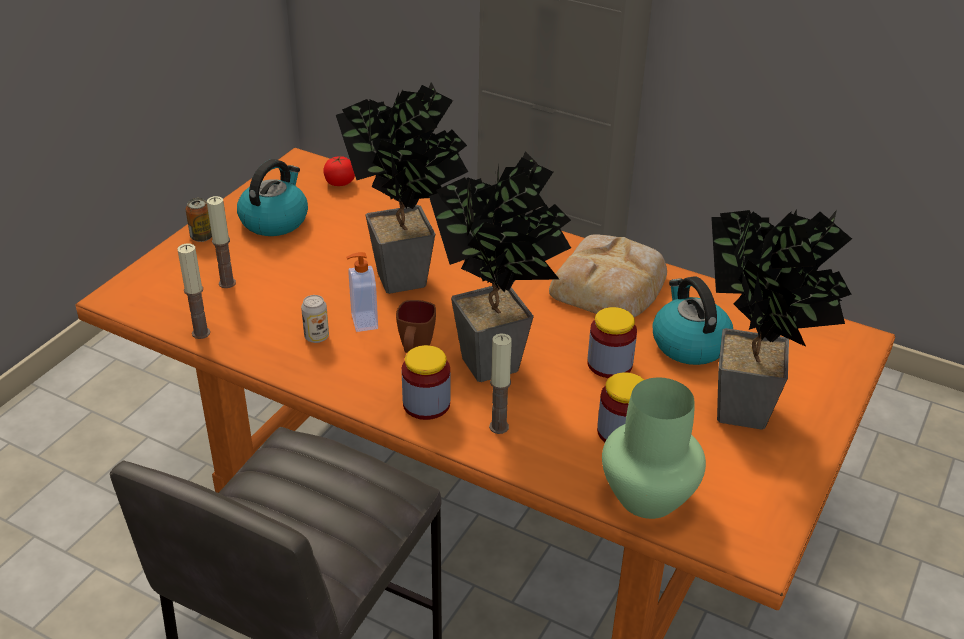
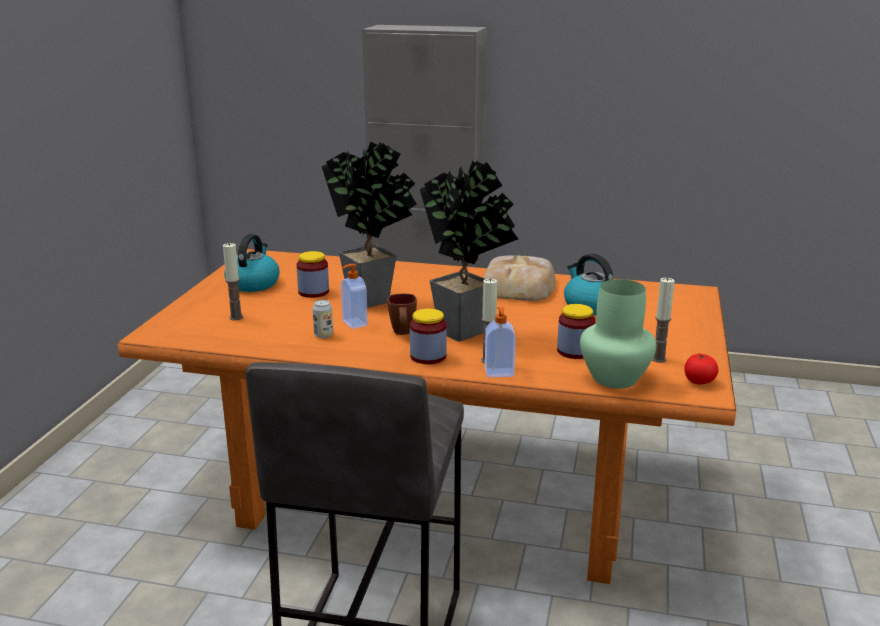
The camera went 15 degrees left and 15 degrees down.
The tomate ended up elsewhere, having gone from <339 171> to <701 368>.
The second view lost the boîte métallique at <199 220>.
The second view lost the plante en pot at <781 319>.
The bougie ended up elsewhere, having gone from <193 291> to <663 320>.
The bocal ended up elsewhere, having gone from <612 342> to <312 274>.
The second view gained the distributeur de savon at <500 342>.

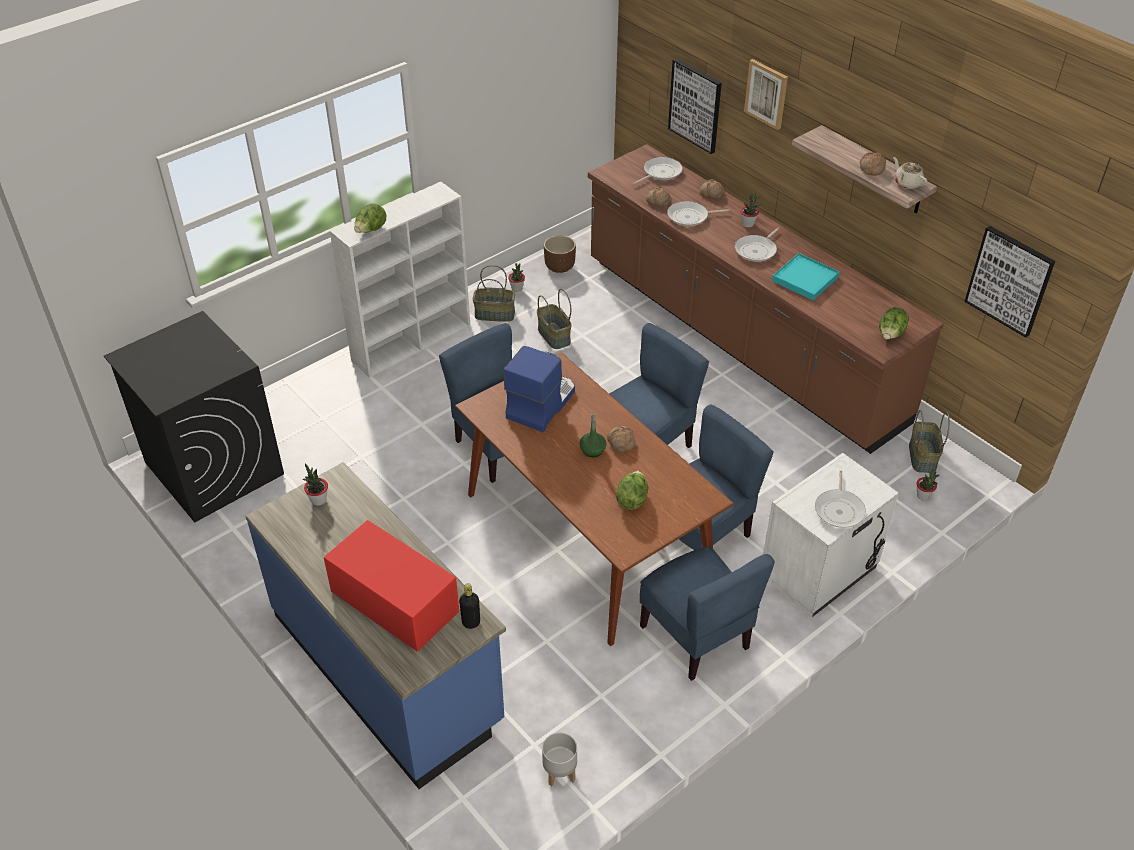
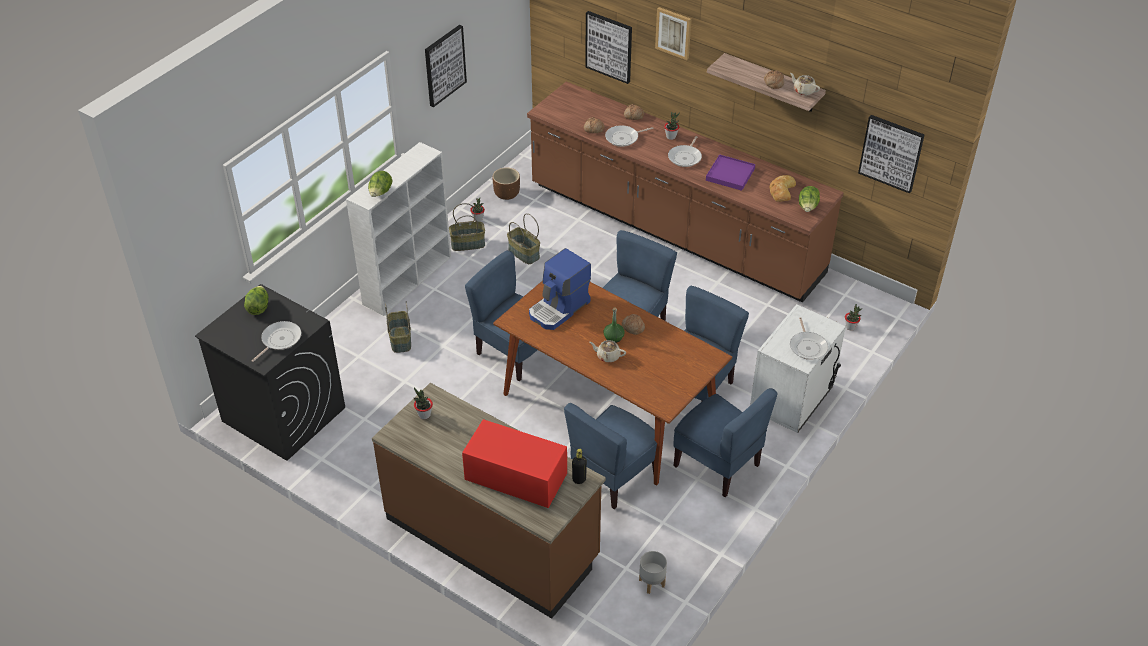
The camera went 15 degrees left and 0 degrees up.
The poêle ended up elsewhere, having gone from <658 171> to <276 341>.
What was the plateau/turquoise at <806 276> turned into the plateau/violet at <730 172>.
The machine à café at <539 389> ended up facing another way, 150 degrees counterclockwise from before.
The panier ended up elsewhere, having gone from <929 441> to <398 327>.
What was the comptoir de cuisine/bleu at <375 625> turned into the comptoir de cuisine/marron at <489 501>.
The laitue ended up elsewhere, having gone from <632 490> to <256 300>.
The second view gained the tableau at <446 66>.
The second view gained the pain at <783 188>.
The second view gained the théière/beige at <607 351>.
The second view gained the chaise/bleu at <610 456>.

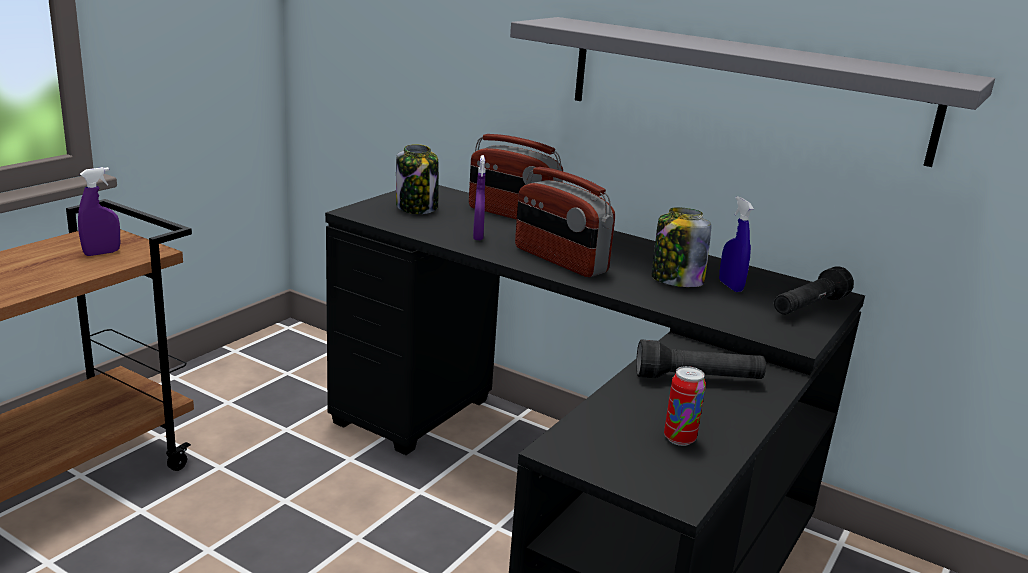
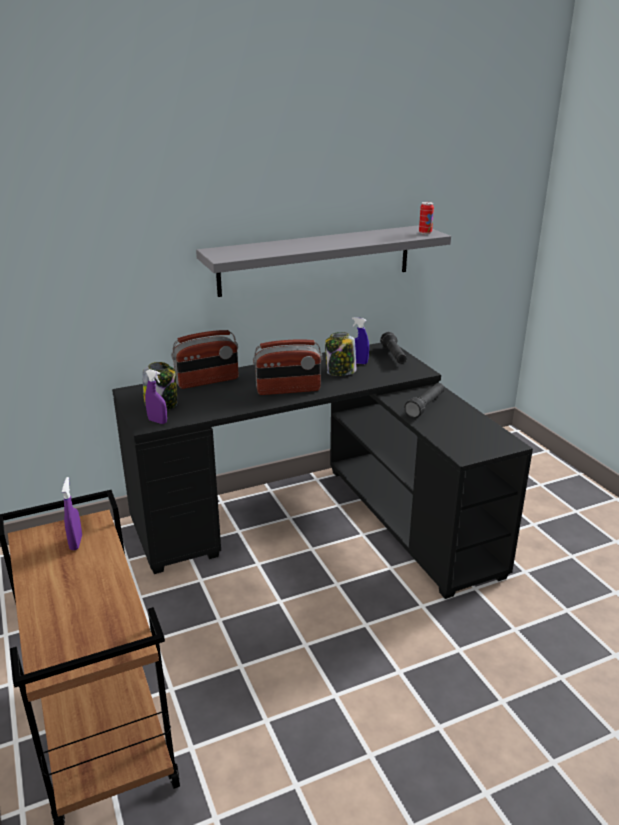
The camera went 55 degrees left and 5 degrees up.
The vaporisateur/violet ended up elsewhere, having gone from <479 197> to <156 396>.
The boîte métallique ended up elsewhere, having gone from <685 406> to <426 218>.

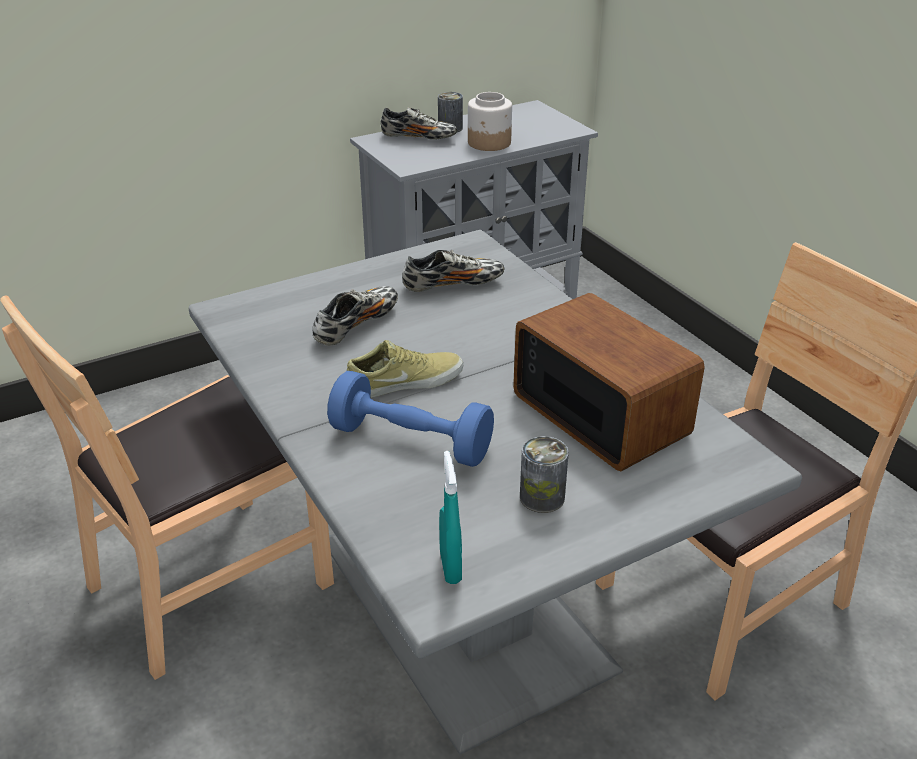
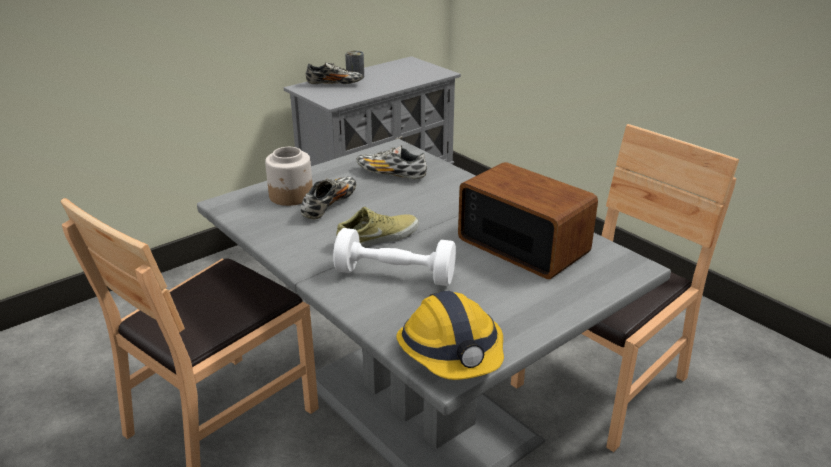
The camera went 10 degrees left and 5 degrees down.
The bocal ended up elsewhere, having gone from <490 121> to <289 176>.
The chaussure at <453 270> ended up facing another way, 135 degrees counterclockwise from before.
What was the haltère/bleu at <410 419> turned into the haltère/blanc at <394 257>.
The second view lost the boîte métallique at <544 474>.
Where the vaporisateur/turquoise stood at <450 517>, the casque de chantier came to stand at <450 335>.

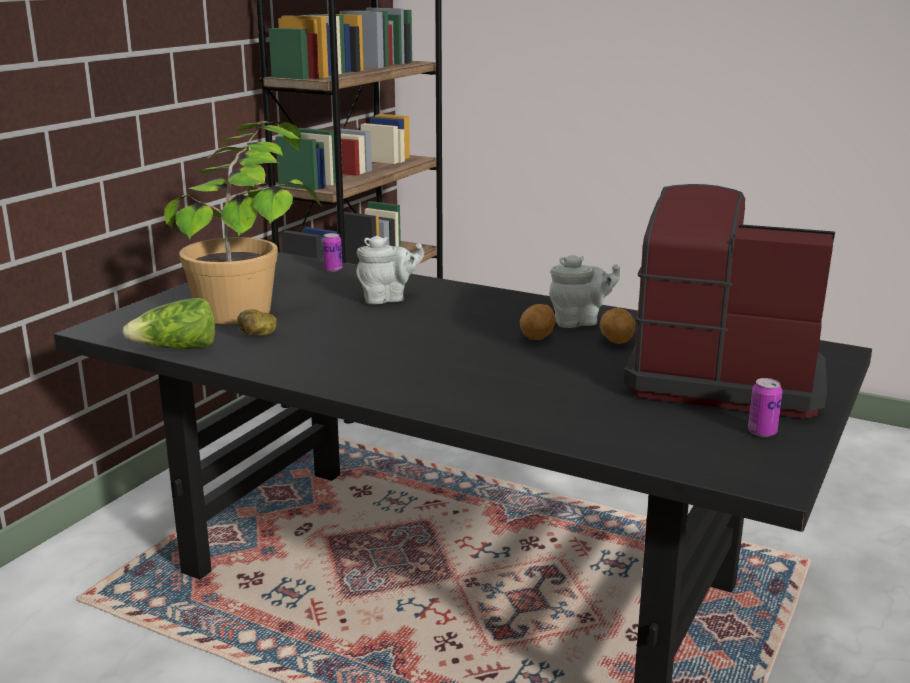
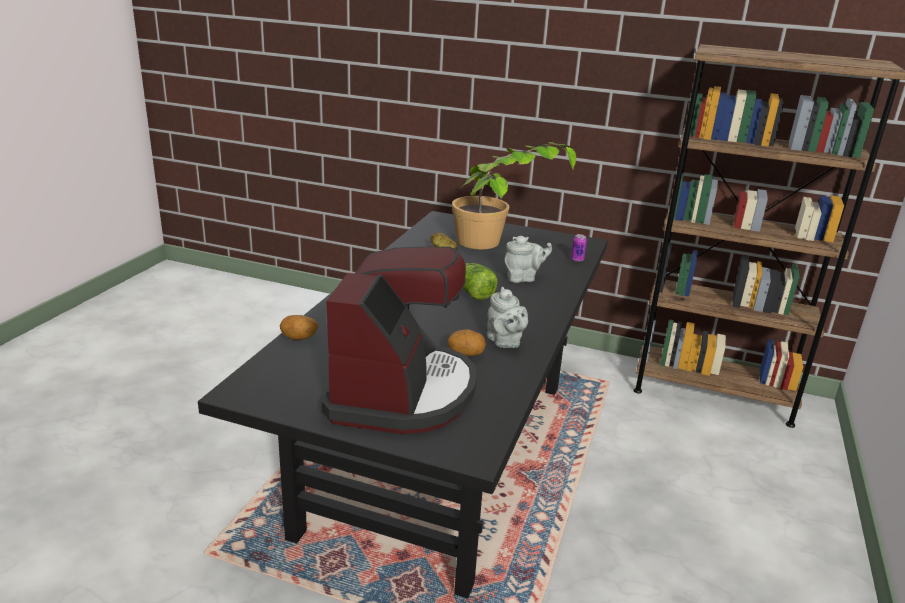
The camera went 80 degrees right and 5 degrees up.
The théière/gris at <390 270> ended up facing another way, 75 degrees counterclockwise from before.
The laitue ended up elsewhere, having gone from <168 323> to <480 281>.
The pomme de terre ended up elsewhere, having gone from <538 322> to <299 327>.
The second view lost the boîte métallique at <765 407>.

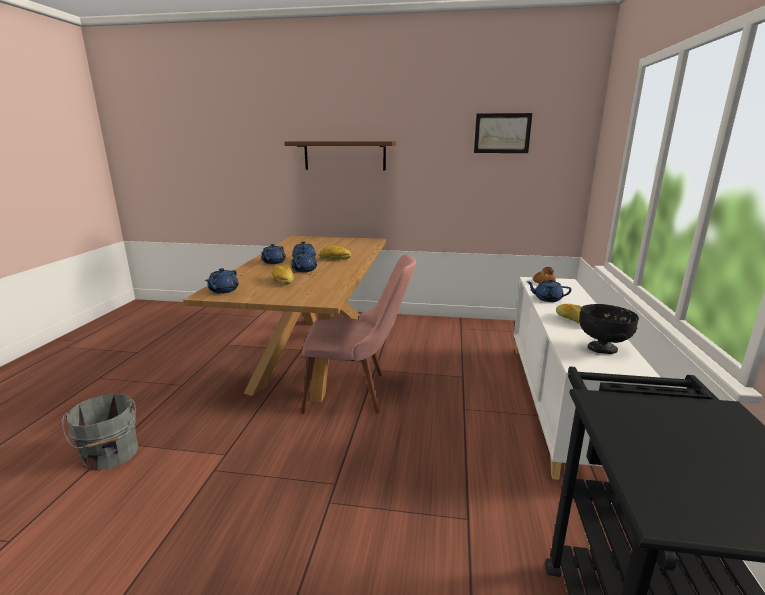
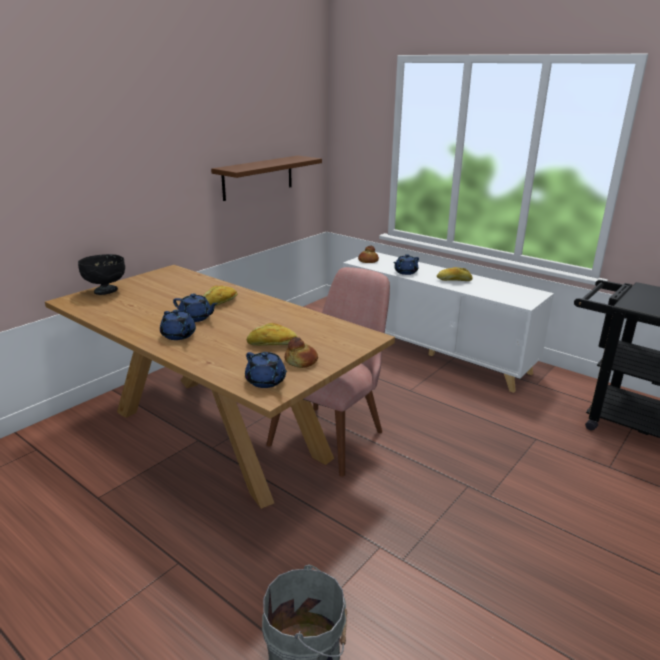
The camera went 60 degrees left and 5 degrees up.
The second view lost the tableau at <503 133>.
The étagère/marron ended up elsewhere, having gone from <340 155> to <266 178>.
The second view lost the théière/bleu at <304 261>.
The bol/noir ended up elsewhere, having gone from <609 329> to <101 274>.
The second view gained the pain at <301 352>.

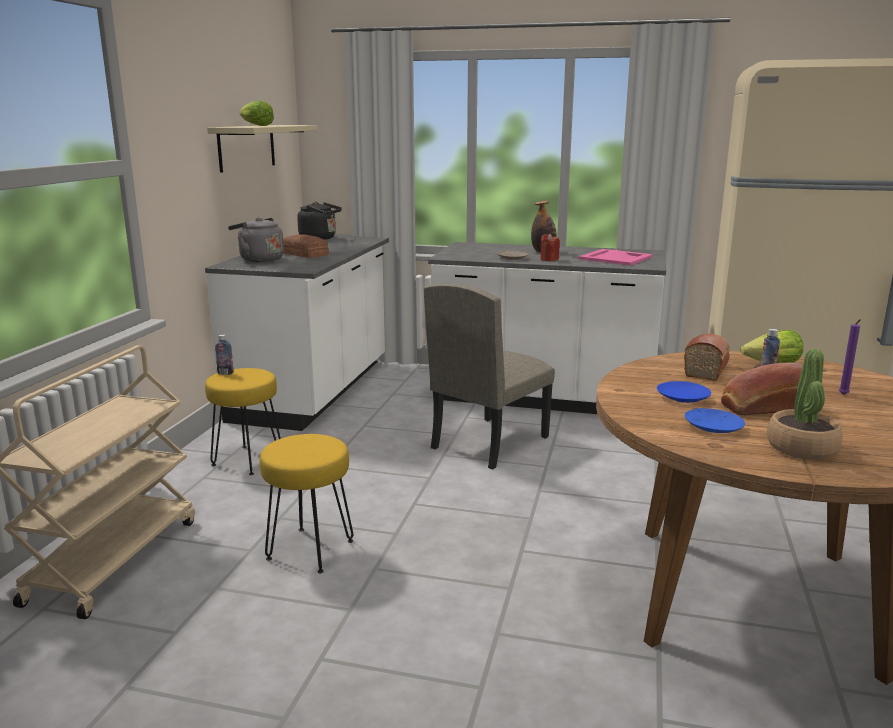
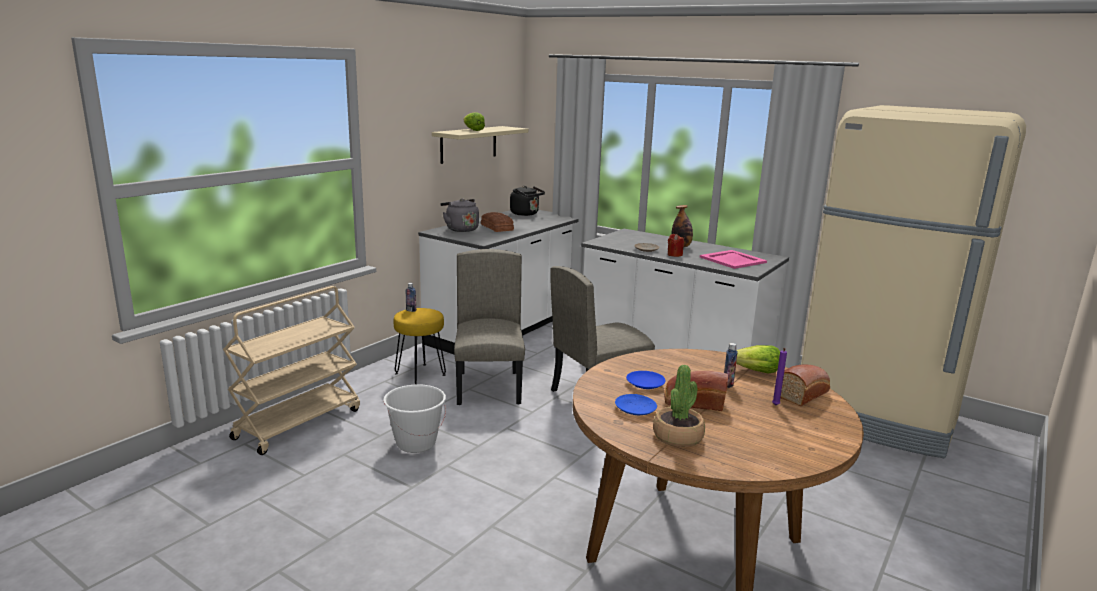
The camera went 20 degrees right and 0 degrees up.
The pain ended up elsewhere, having gone from <707 357> to <805 385>.
Where the tabouret/jaune stood at <306 503>, the seau/blanc came to stand at <414 418>.
The second view gained the chaise/beige at <489 327>.

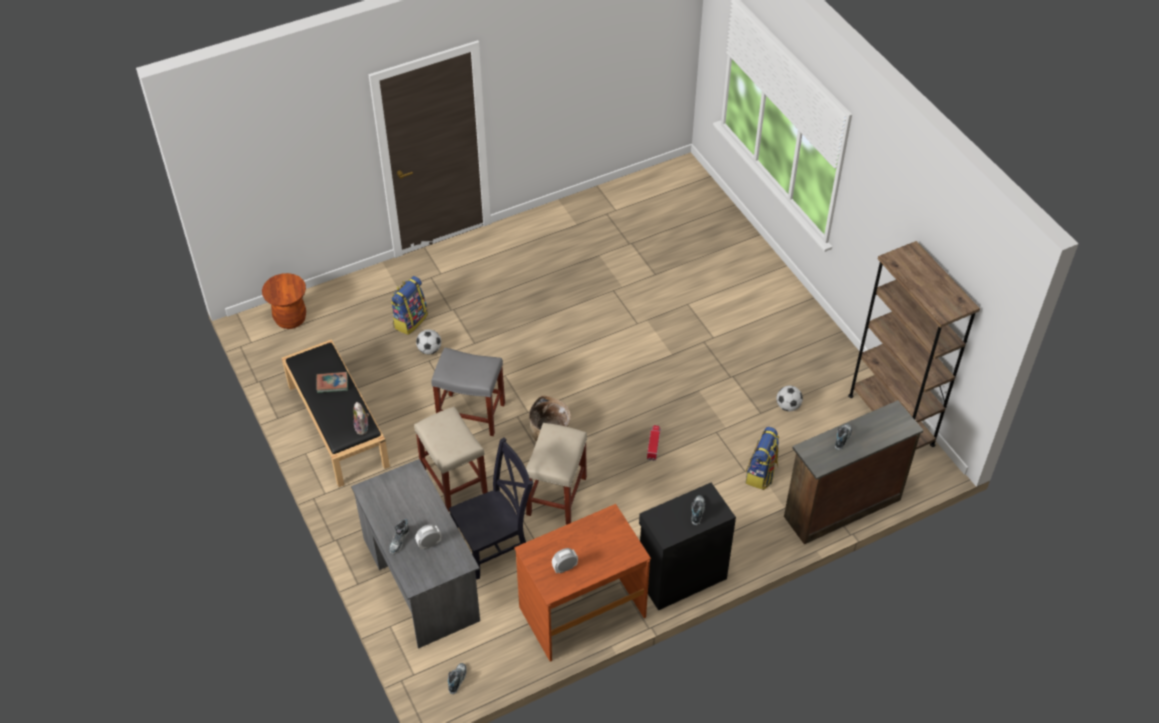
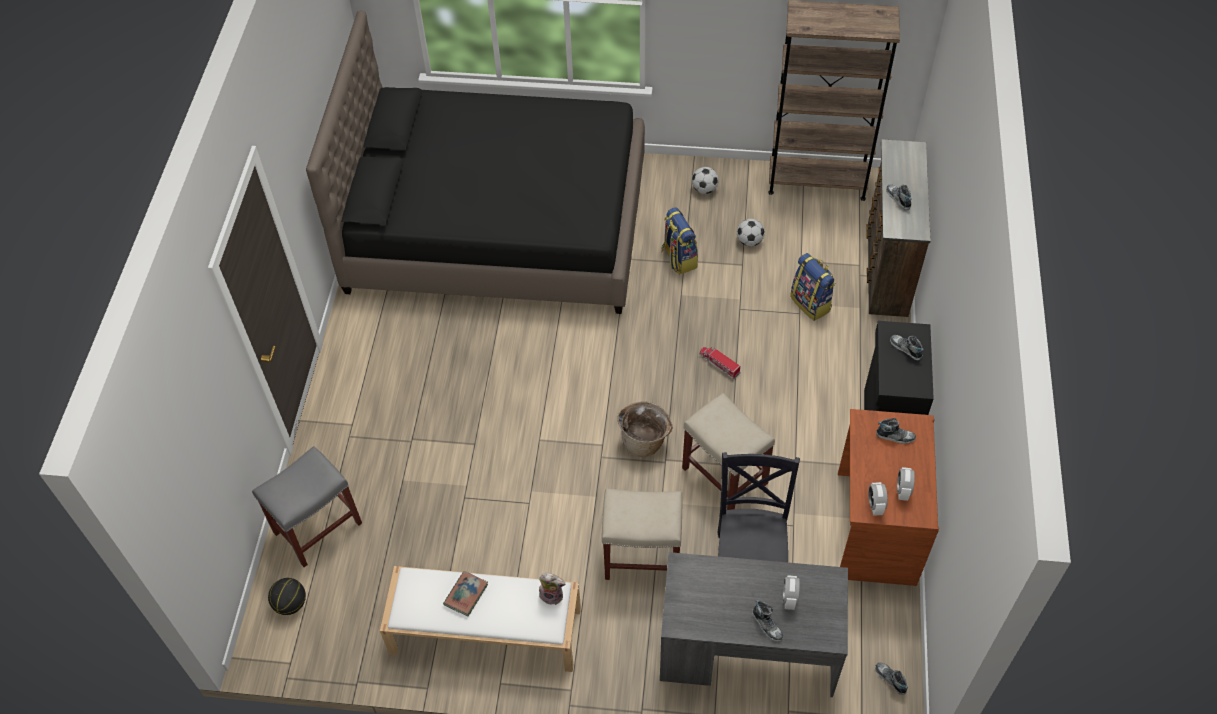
The camera went 55 degrees left and 5 degrees up.
Where the tabouret/marron stood at <284 301>, the ballon de basket came to stand at <287 596>.
The sac à dos ended up elsewhere, having gone from <409 305> to <679 240>.
The ballon de foot ended up elsewhere, having gone from <428 342> to <705 180>.
What was the banc/noir at <336 413> turned into the banc/blanc at <480 619>.
The tabouret/gris ended up elsewhere, having gone from <468 391> to <307 506>.
The second view gained the lit/noir at <475 162>.
The second view gained the chaussure at <896 431>.
The second view gained the réveil at <878 499>.

